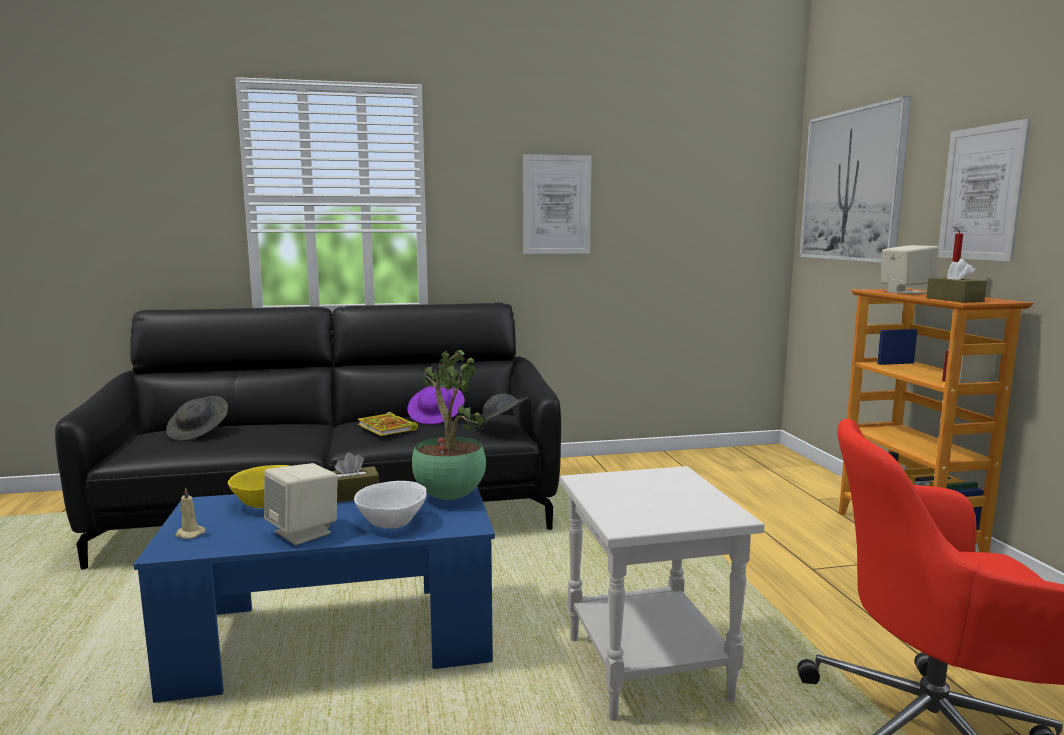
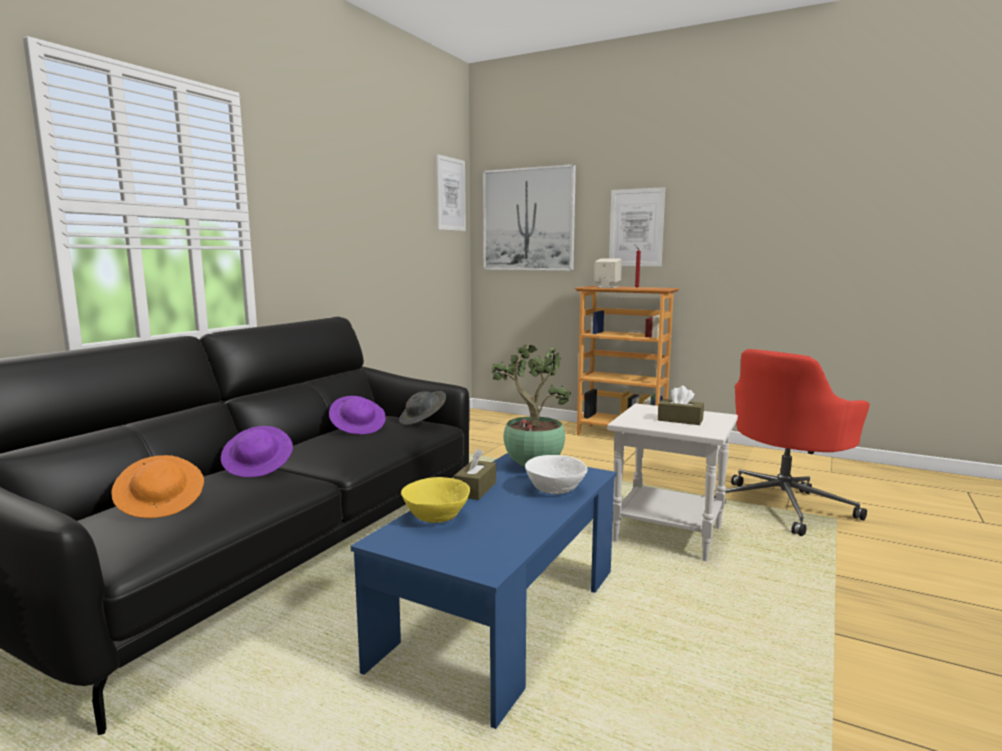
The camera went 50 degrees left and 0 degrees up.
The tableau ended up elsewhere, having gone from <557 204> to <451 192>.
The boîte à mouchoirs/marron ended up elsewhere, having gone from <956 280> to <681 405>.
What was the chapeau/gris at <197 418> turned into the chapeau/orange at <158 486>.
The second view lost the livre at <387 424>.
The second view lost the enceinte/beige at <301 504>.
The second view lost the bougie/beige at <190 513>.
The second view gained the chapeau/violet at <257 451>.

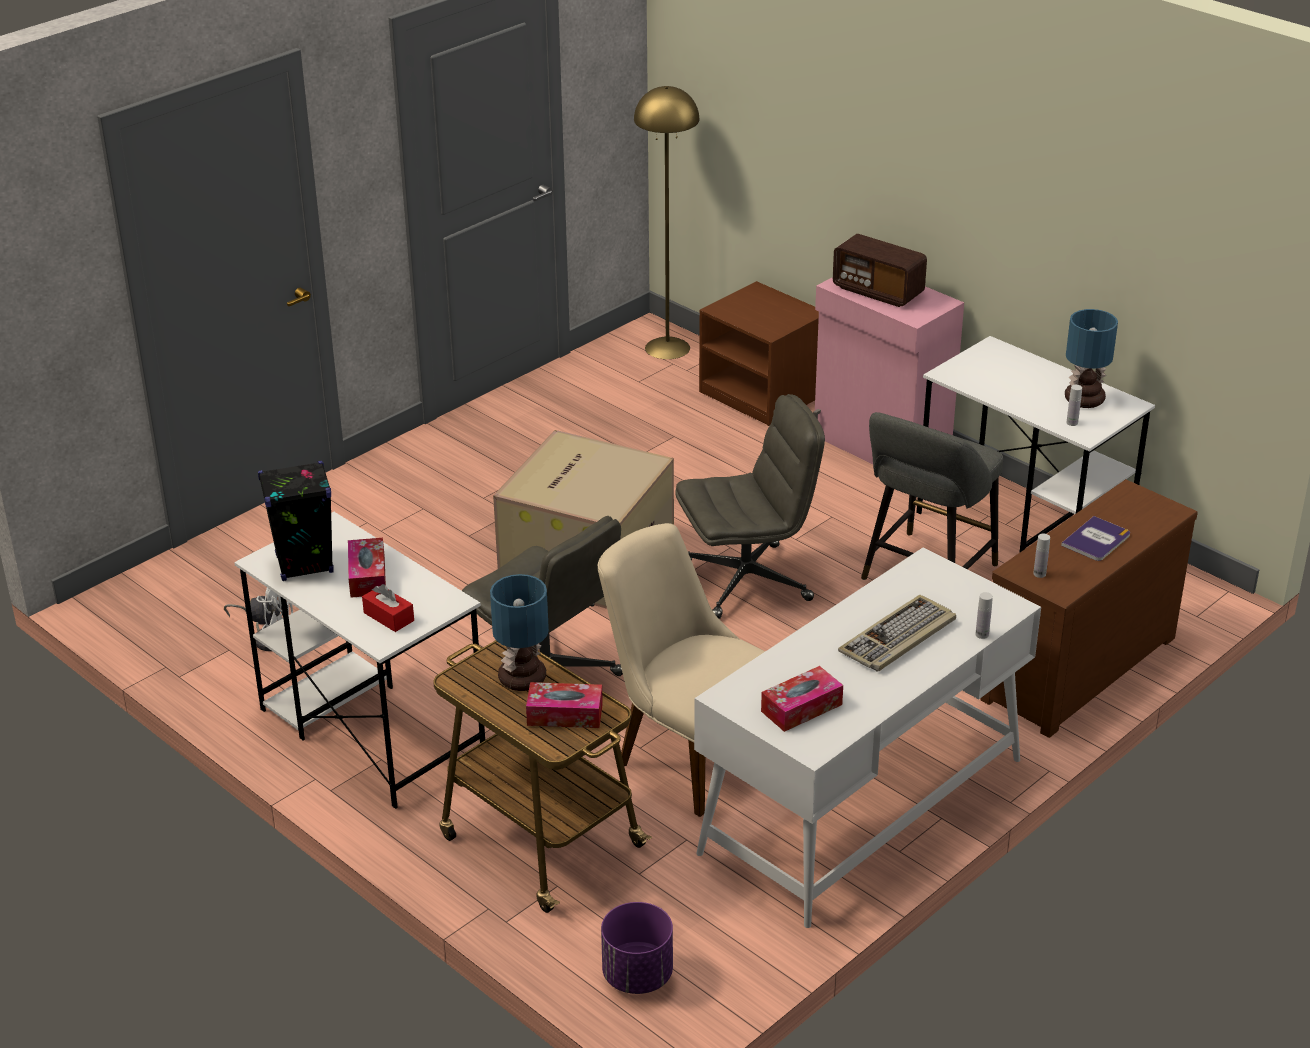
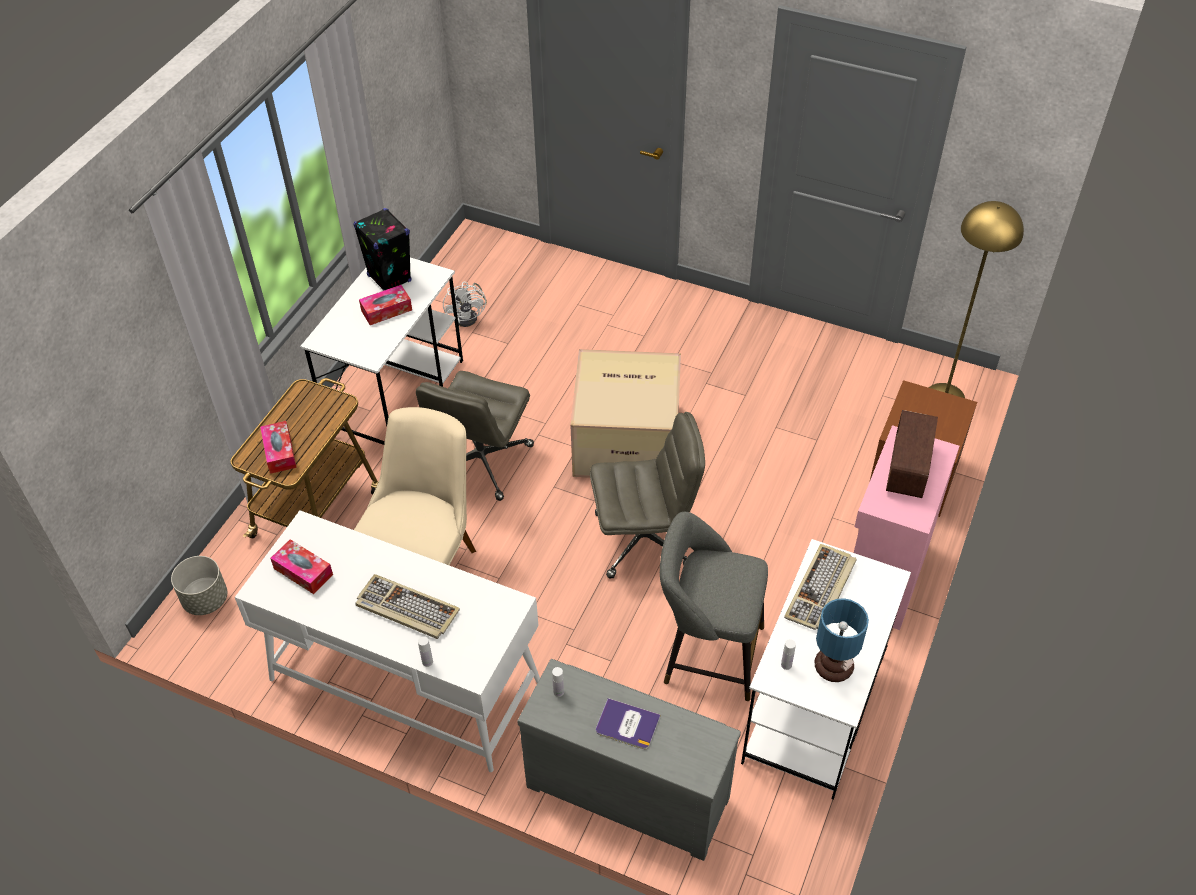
The camera went 70 degrees right and 15 degrees up.
The chaise de bureau/gris at <750 506> ended up facing another way, 60 degrees counterclockwise from before.
What was the commode/marron at <1089 608> turned into the commode/gris at <629 760>.
The second view lost the lampe de table at <519 632>.
The second view lost the boîte à mouchoirs/rouge at <388 608>.
What was the cache-pot/violet at <637 948> turned into the cache-pot/gris at <199 585>.
The second view gained the clavier at <820 587>.

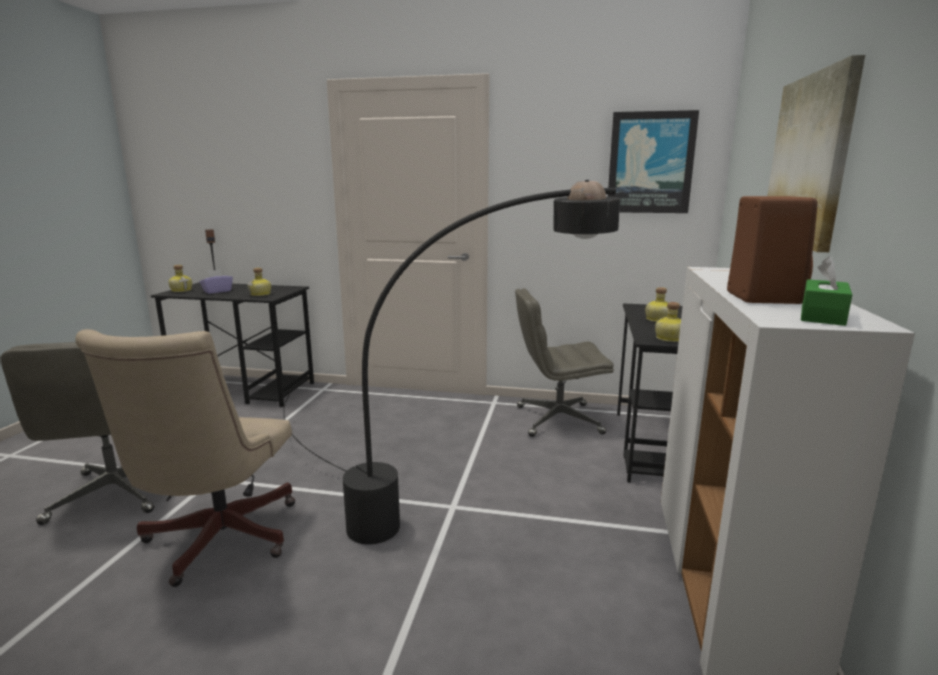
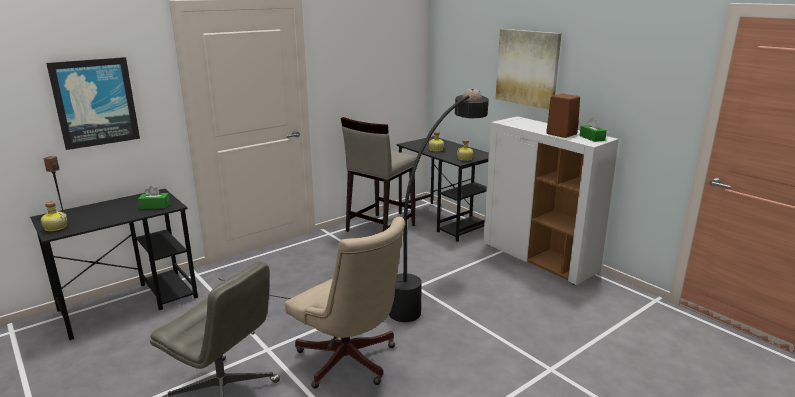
The camera went 50 degrees left and 5 degrees up.
The tableau ended up elsewhere, having gone from <653 161> to <93 103>.
Where the bouteille stood at <259 282>, the boîte à mouchoirs/vert came to stand at <154 197>.
The second view lost the boîte à mouchoirs/violet at <216 281>.
Where the chaise de bureau/gris stood at <564 362>, the tabouret/beige came to stand at <378 174>.

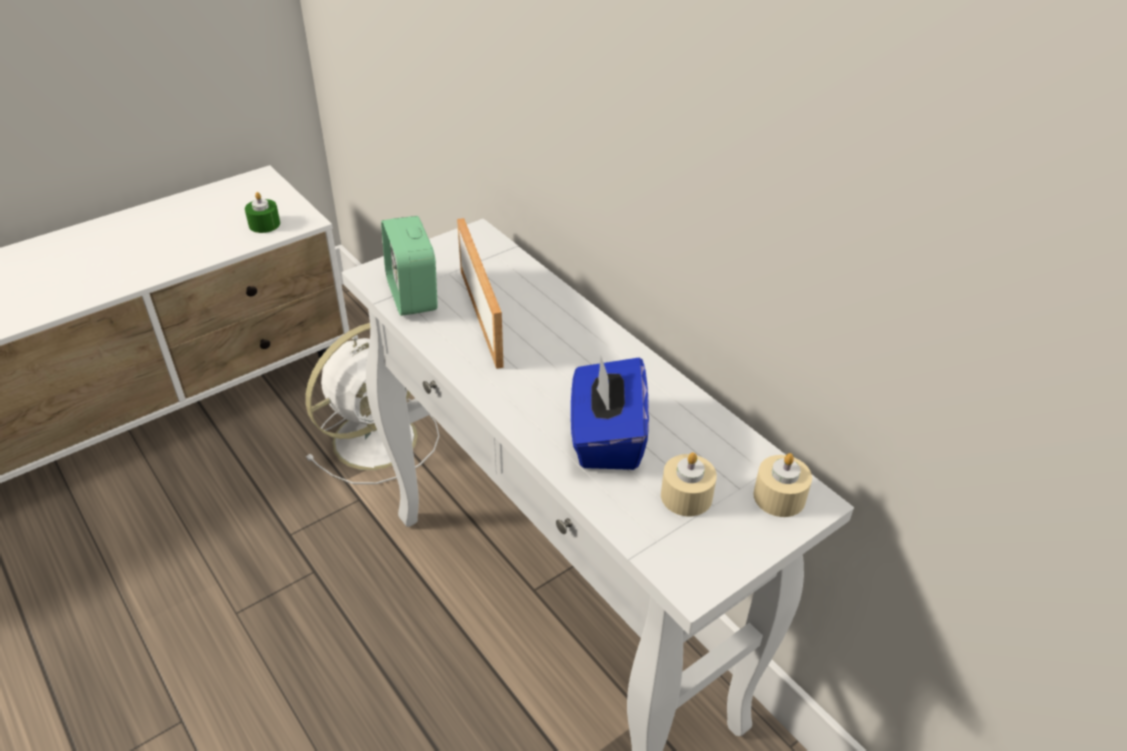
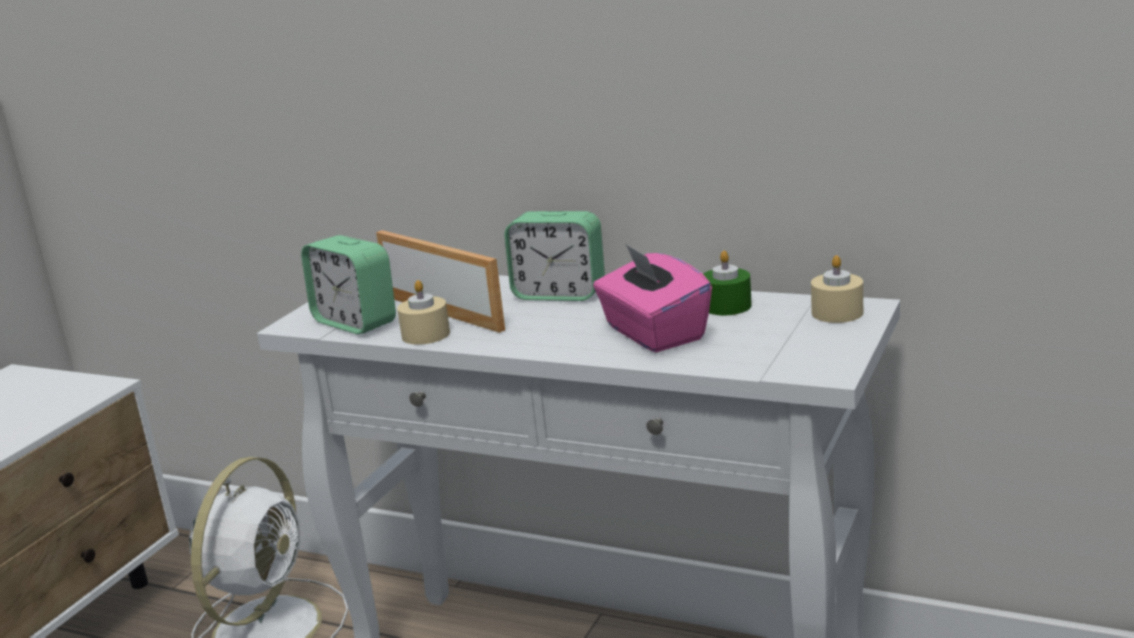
The camera went 25 degrees left and 20 degrees down.
The bougie/vert ended up elsewhere, having gone from <262 212> to <727 283>.
What was the boîte à mouchoirs/bleu at <610 413> turned into the boîte à mouchoirs/rose at <652 297>.
The bougie/beige ended up elsewhere, having gone from <689 484> to <423 312>.
The second view gained the réveil at <554 256>.

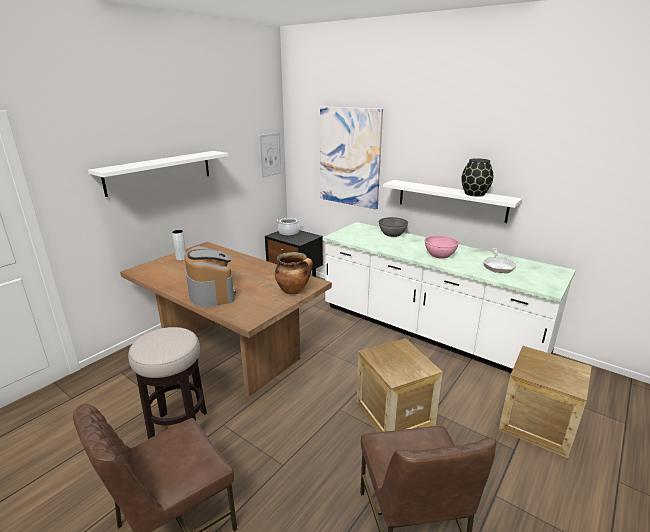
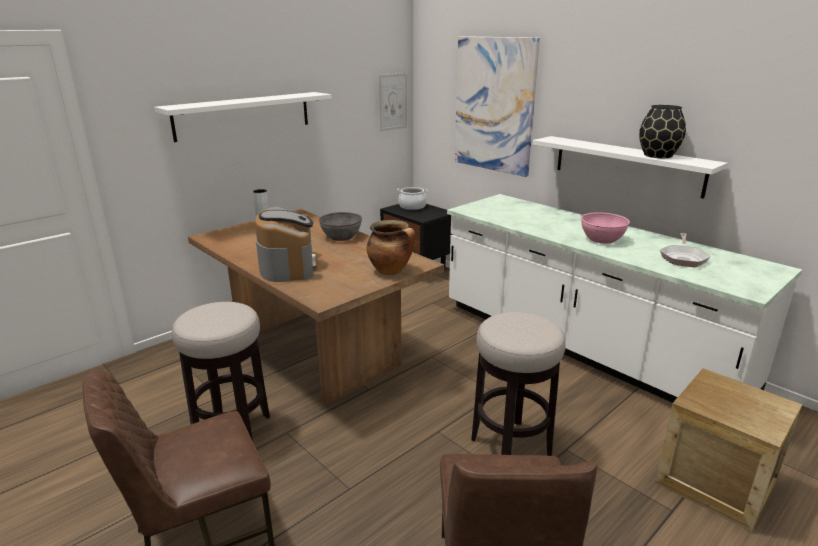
The camera went 10 degrees right and 0 degrees up.
The bol/gris ended up elsewhere, having gone from <393 227> to <340 226>.
Where the caisse stood at <400 385>, the tabouret came to stand at <518 384>.

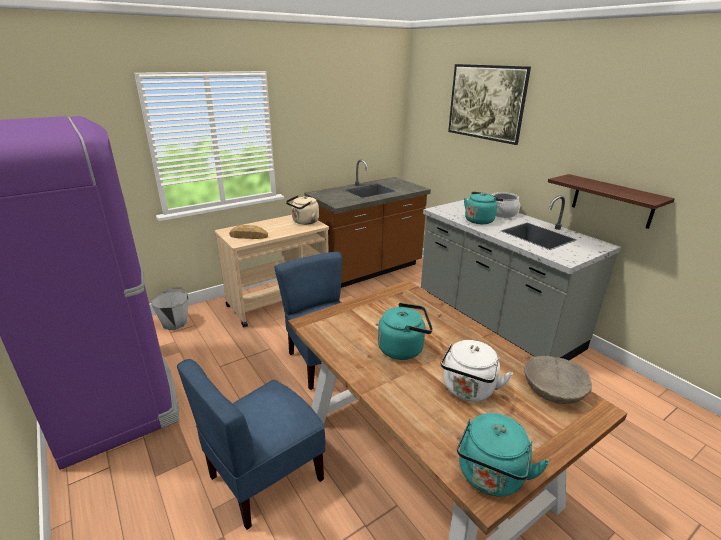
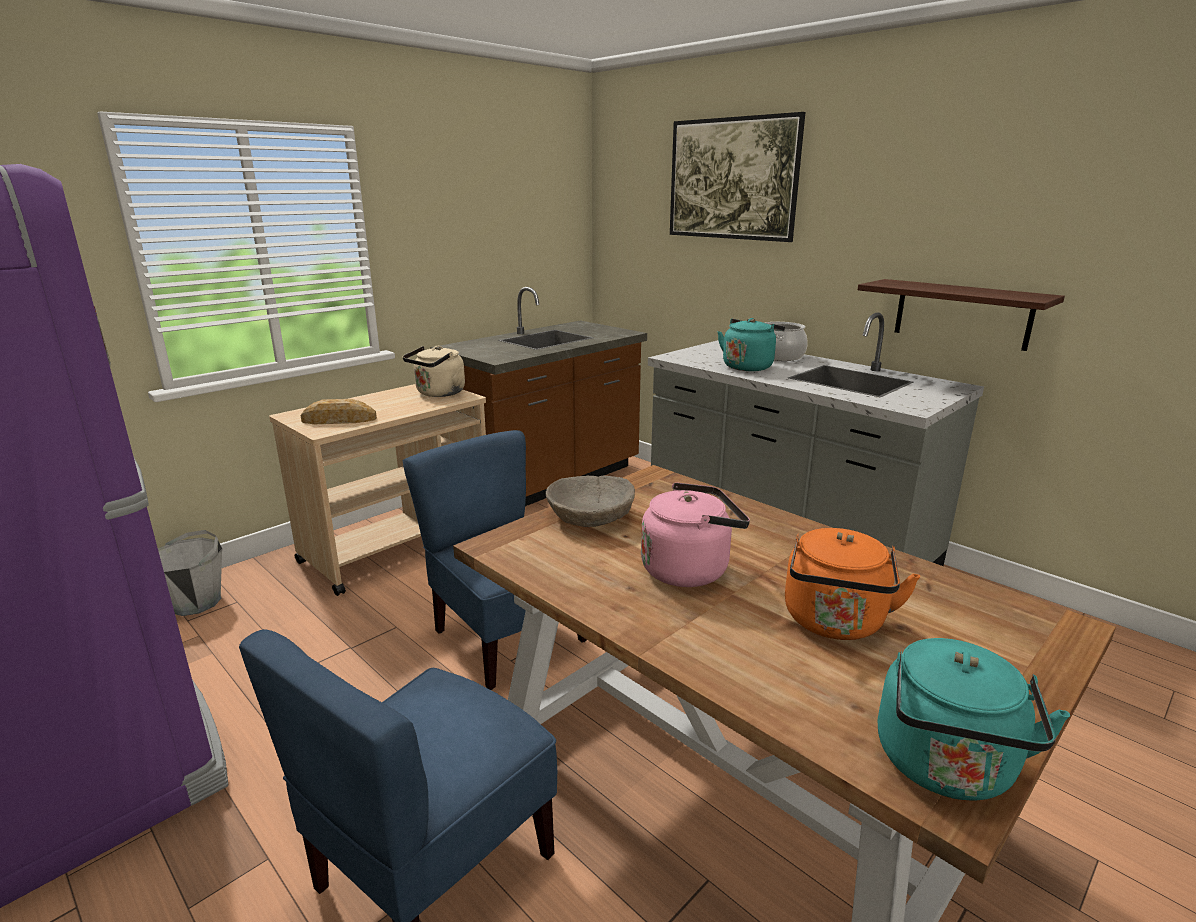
The camera went 10 degrees left and 5 degrees down.
What was the bouilloire/turquoise at <405 331> turned into the bouilloire/rose at <695 534>.
What was the bouilloire/blanc at <476 371> turned into the bouilloire/orange at <852 584>.
The bol/beige ended up elsewhere, having gone from <558 380> to <590 501>.

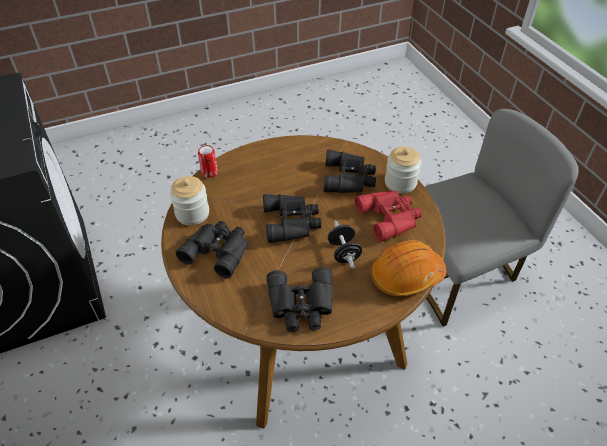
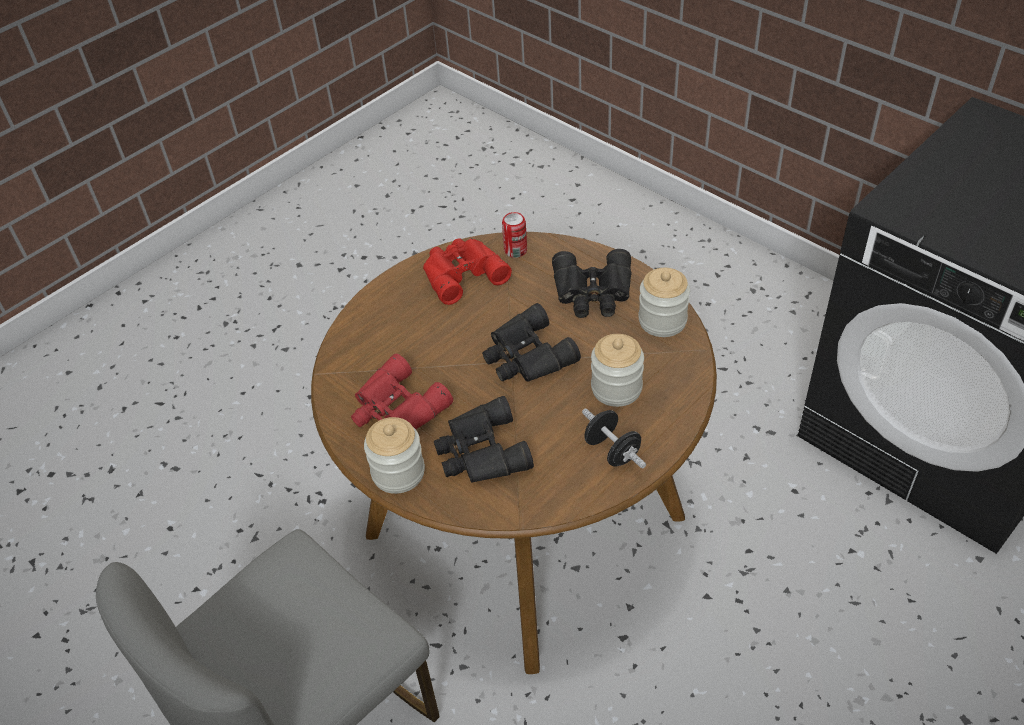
The camera went 160 degrees right and 0 degrees up.
The boîte métallique ended up elsewhere, having gone from <208 161> to <514 235>.
The haltère/noir ended up elsewhere, having gone from <345 245> to <614 438>.
The second view lost the casque de chantier/orange at <408 268>.
What was the jumelles/noir at <300 299> turned into the jumelles/rouge at <467 272>.
The second view gained the bocal at <617 370>.

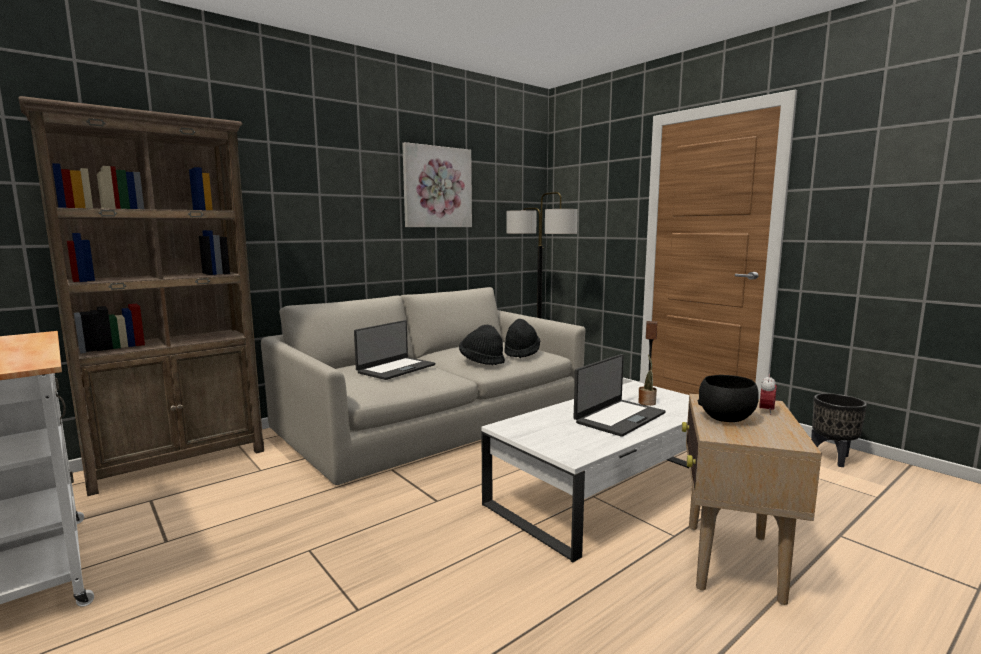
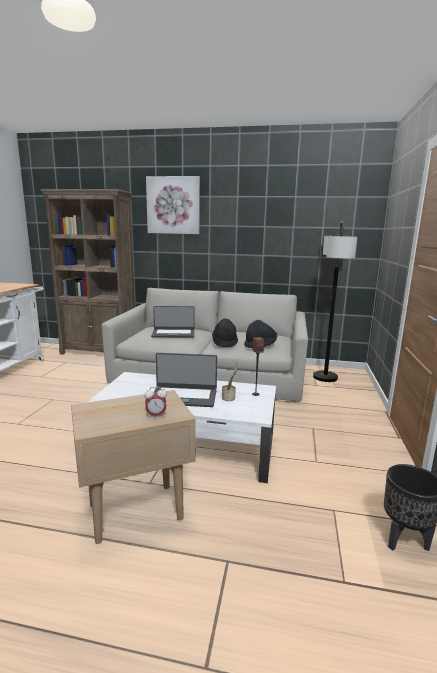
The camera went 50 degrees right and 5 degrees up.
The tableau ended up elsewhere, having gone from <437 184> to <173 205>.
The second view lost the bol/noir at <728 398>.

